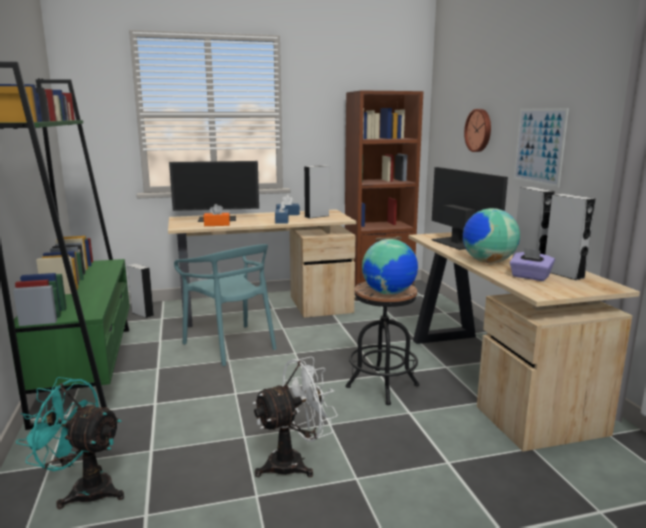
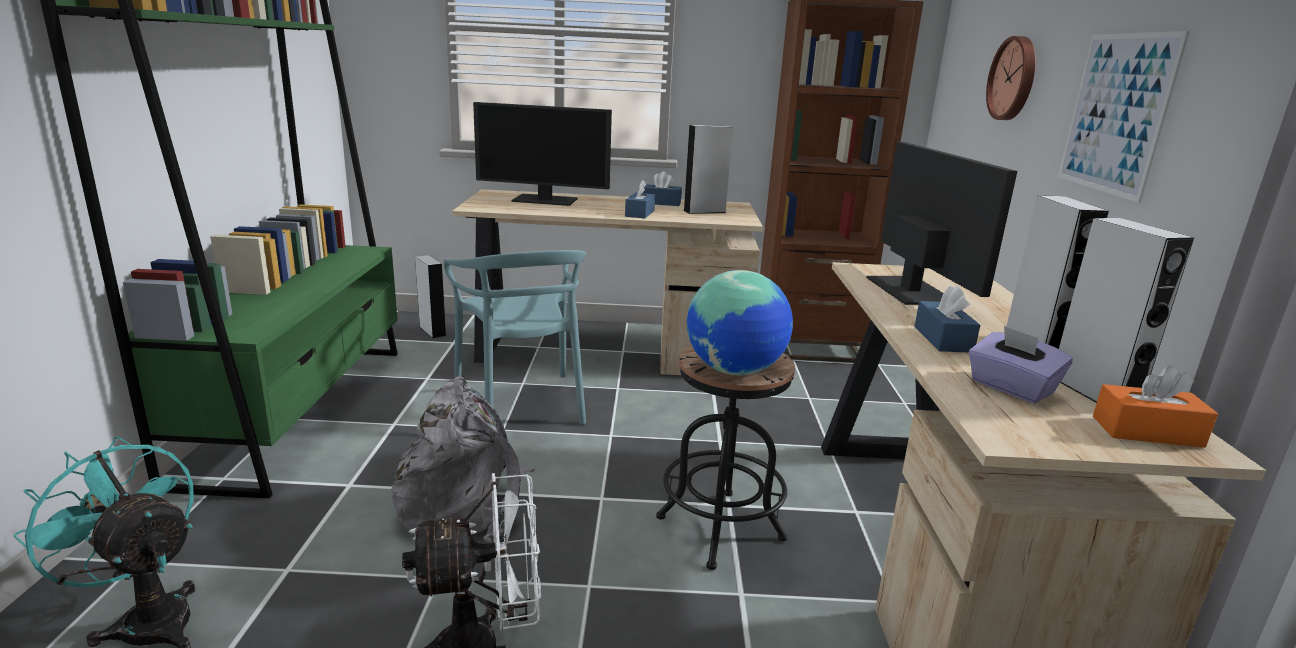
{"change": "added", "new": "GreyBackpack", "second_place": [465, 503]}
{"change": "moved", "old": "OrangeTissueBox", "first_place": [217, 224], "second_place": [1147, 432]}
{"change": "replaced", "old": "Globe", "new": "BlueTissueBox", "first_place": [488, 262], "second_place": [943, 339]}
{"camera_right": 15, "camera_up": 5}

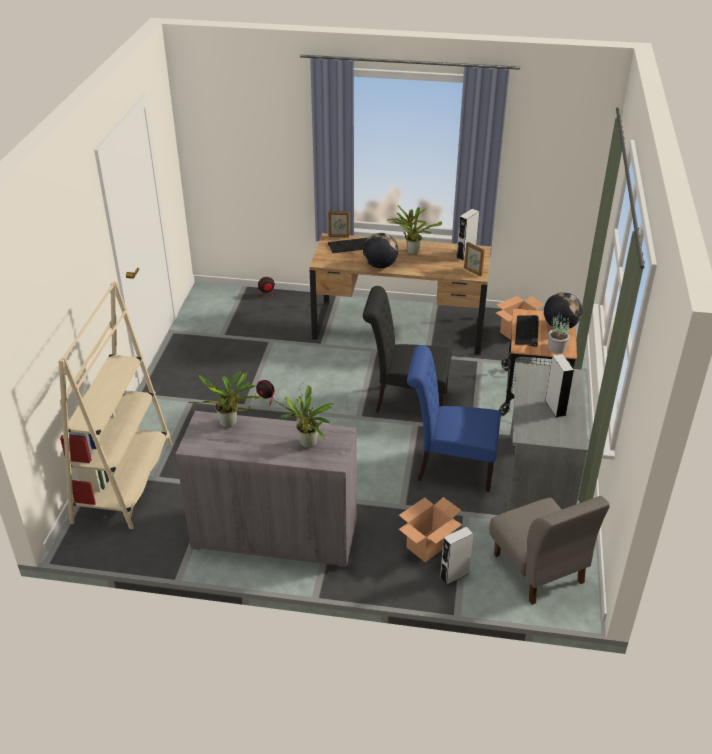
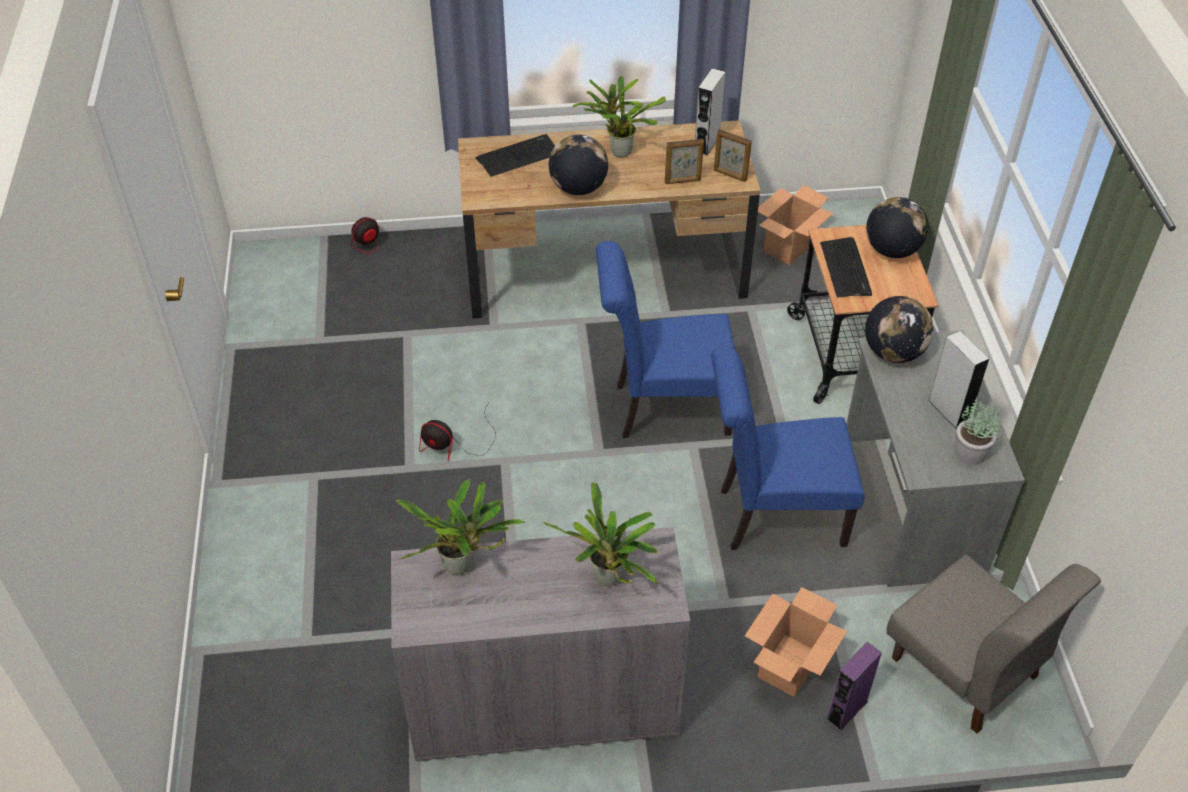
{"change": "removed", "old": "BeigeBookcase", "first_place": [123, 482]}
{"change": "added", "new": "Globe", "second_place": [893, 352]}
{"change": "moved", "old": "PictureFrame", "first_place": [338, 236], "second_place": [683, 181]}
{"change": "moved", "old": "PottedPlant", "first_place": [556, 348], "second_place": [969, 452]}
{"change": "recoloured", "old": "BlackChair", "new": "BlueChair", "first_place": [406, 402], "second_place": [664, 408]}
{"change": "recoloured", "old": "GreySpeaker", "new": "PurpleSpeaker", "first_place": [454, 575], "second_place": [846, 710]}
{"camera_right": -15, "camera_up": 10}

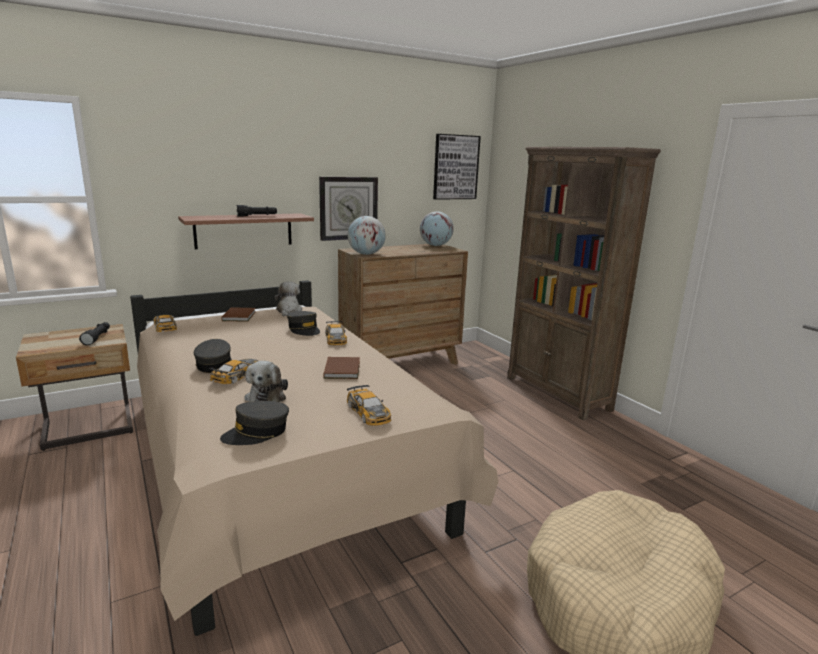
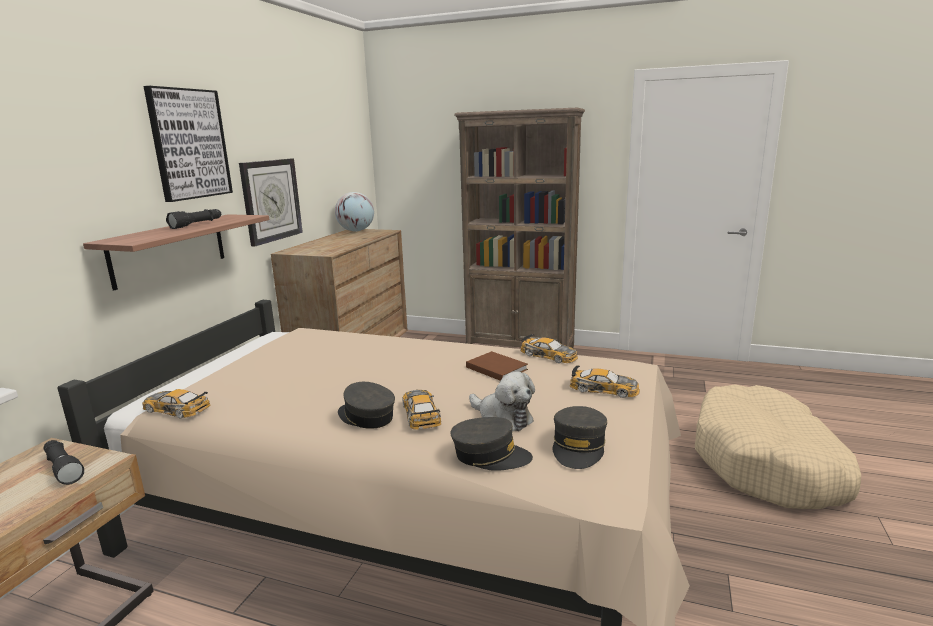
{"change": "removed", "old": "BrownBook", "first_place": [240, 316]}
{"change": "removed", "old": "PlushToy", "first_place": [288, 310]}
{"change": "removed", "old": "Globe", "first_place": [366, 254]}
{"change": "moved", "old": "GreyCap", "first_place": [304, 329], "second_place": [490, 455]}
{"change": "moved", "old": "ToyCar", "first_place": [336, 338], "second_place": [549, 355]}
{"change": "moved", "old": "Picture", "first_place": [455, 167], "second_place": [189, 144]}
{"camera_right": -40, "camera_up": 0}

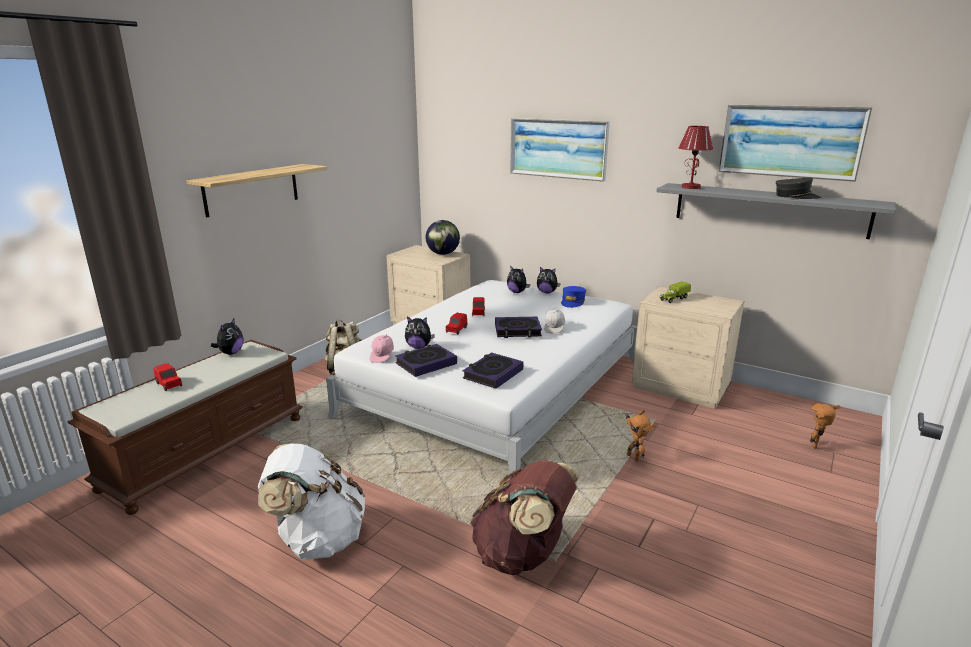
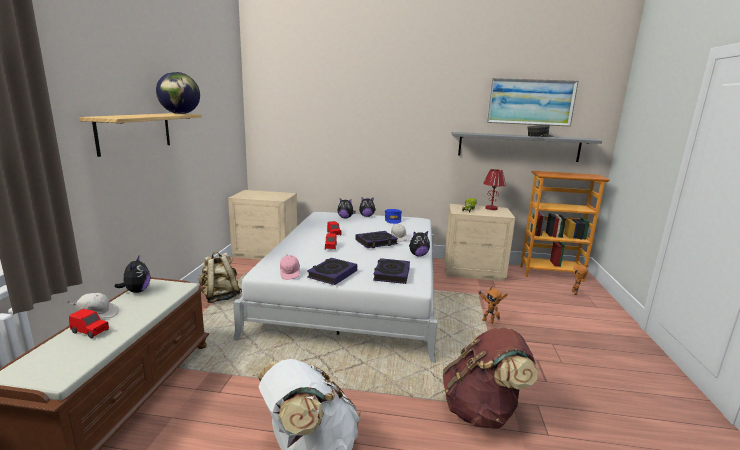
{"change": "removed", "old": "Picture", "first_place": [558, 148]}
{"change": "added", "new": "WhiteCap", "second_place": [98, 314]}
{"change": "added", "new": "Bookcase", "second_place": [551, 273]}
{"change": "moved", "old": "PlushToy", "first_place": [418, 347], "second_place": [418, 255]}
{"change": "moved", "old": "Globe", "first_place": [443, 254], "second_place": [180, 114]}
{"change": "moved", "old": "RedTableLamp", "first_place": [691, 187], "second_place": [491, 208]}
{"camera_right": -25, "camera_up": -5}

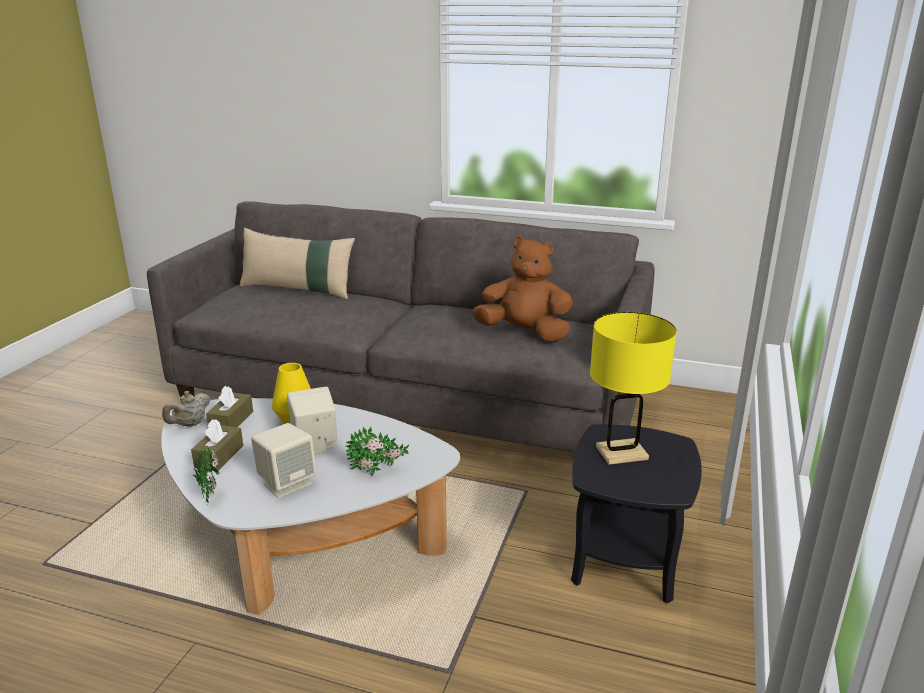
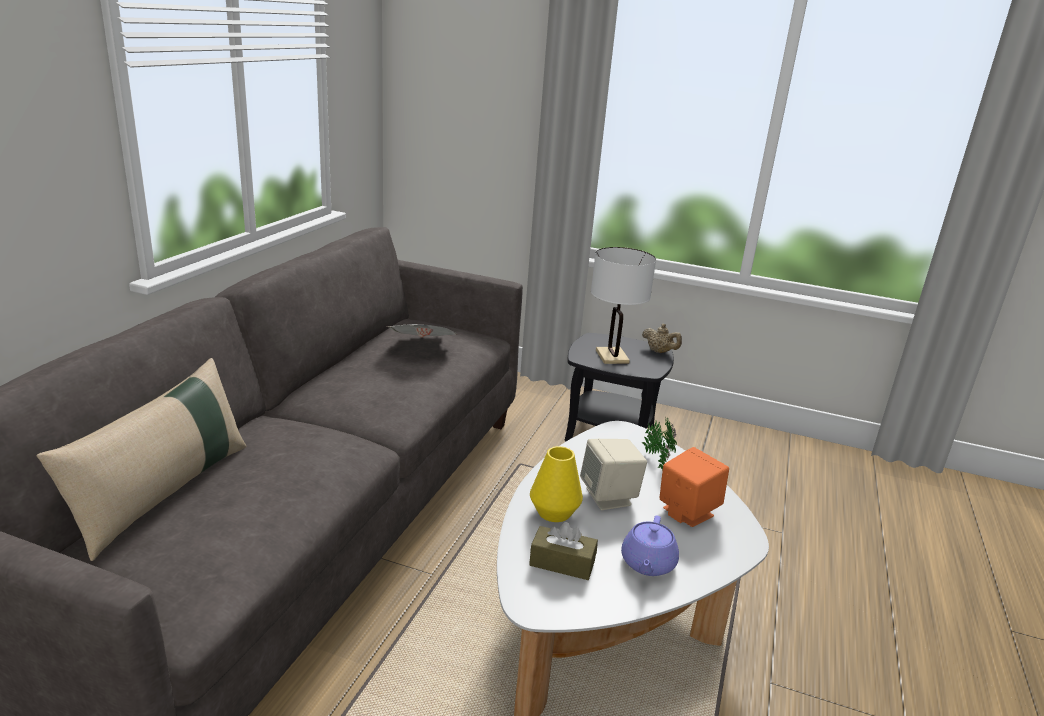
{"change": "removed", "old": "PottedPlant", "first_place": [208, 492]}
{"change": "moved", "old": "BeigeTeapot", "first_place": [190, 424], "second_place": [659, 352]}
{"change": "replaced", "old": "BrownTissueBox", "new": "PurpleTeapot", "first_place": [219, 456], "second_place": [647, 564]}
{"change": "replaced", "old": "BrownPlushToy", "new": "Newspaper", "first_place": [524, 333], "second_place": [422, 348]}
{"change": "recoloured", "old": "BeigeSpeaker", "new": "OrangeSpeaker", "first_place": [287, 483], "second_place": [687, 512]}
{"change": "recoloured", "old": "YellowTableLamp", "new": "WhiteTableLamp", "first_place": [621, 453], "second_place": [612, 356]}
{"camera_right": -90, "camera_up": 0}

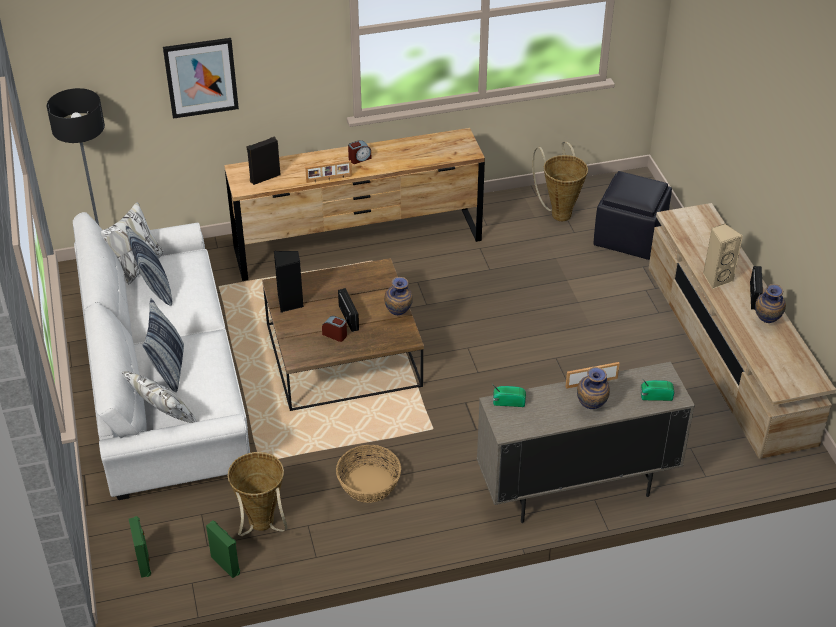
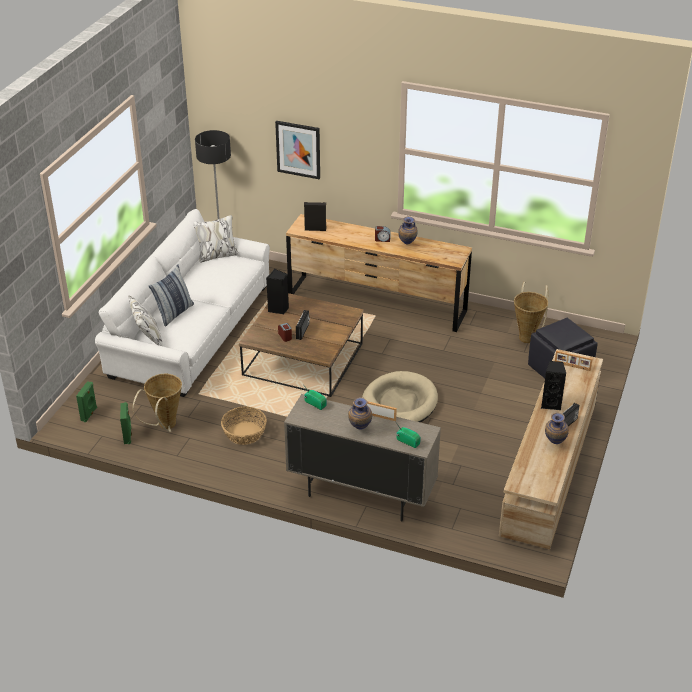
{"change": "removed", "old": "Pillow", "first_place": [154, 288]}
{"change": "added", "new": "BeigeDogBed", "second_place": [399, 403]}
{"change": "moved", "old": "PictureFrame", "first_place": [329, 179], "second_place": [572, 366]}
{"change": "moved", "old": "Vase", "first_place": [398, 315], "second_place": [407, 245]}
{"change": "recoloured", "old": "BeigeSpeaker", "new": "BlackSpeaker", "first_place": [716, 278], "second_place": [551, 404]}
{"camera_right": 35, "camera_up": -5}

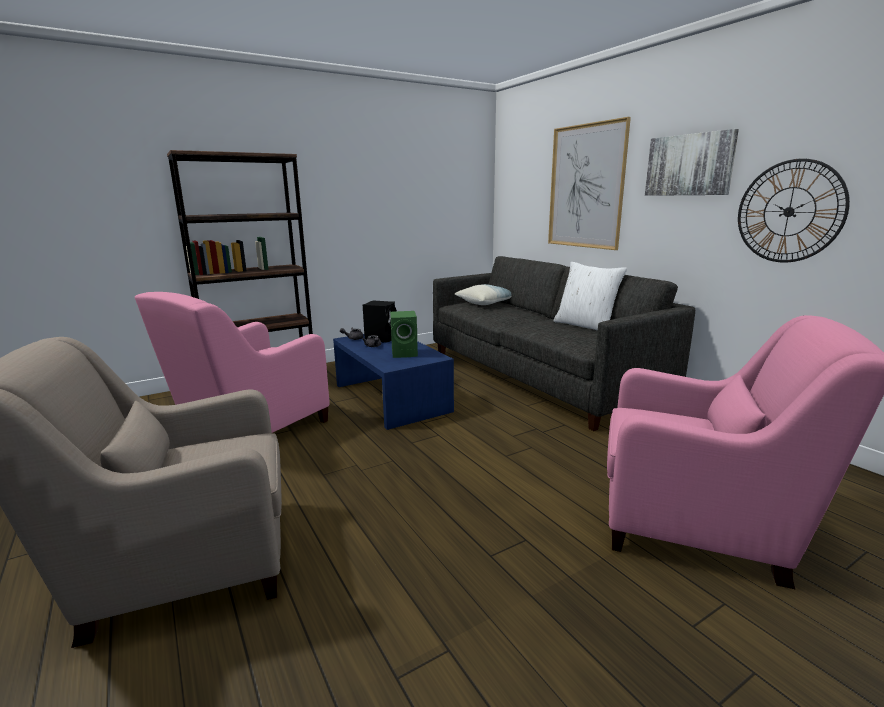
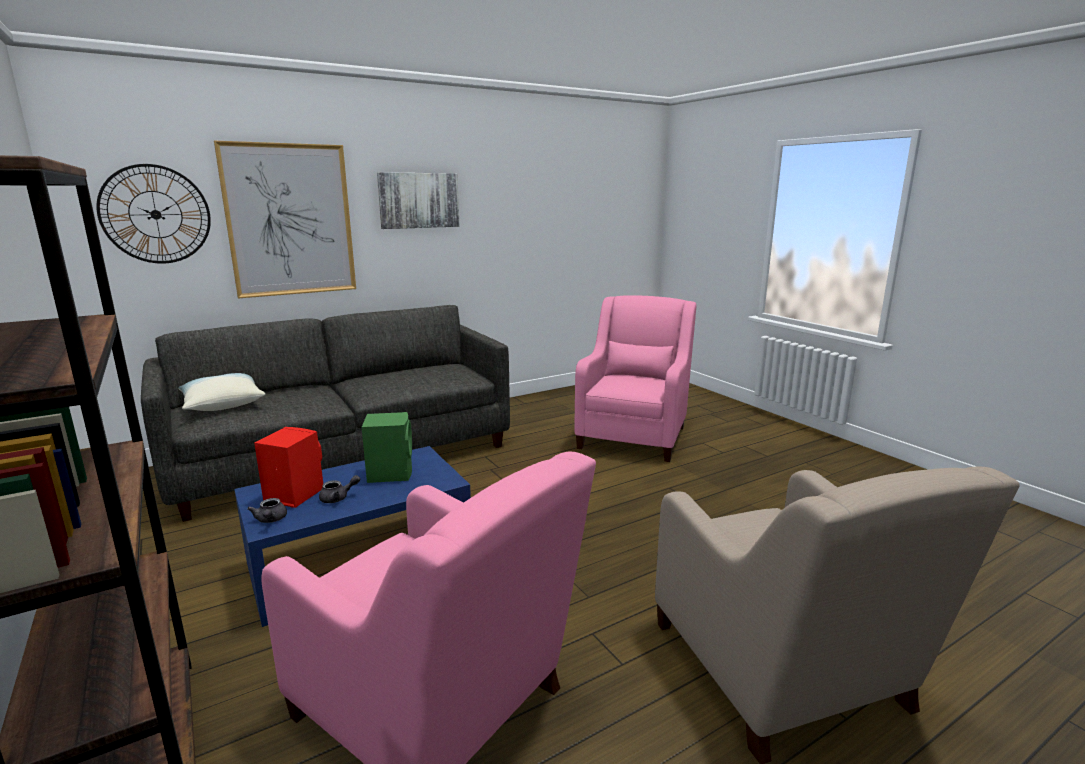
{"change": "removed", "old": "WhitePillow", "first_place": [586, 326]}
{"change": "moved", "old": "WallClock", "first_place": [789, 211], "second_place": [155, 214]}
{"change": "recoloured", "old": "BlackSpeaker", "new": "RedSpeaker", "first_place": [381, 338], "second_place": [293, 494]}
{"camera_right": -90, "camera_up": 0}

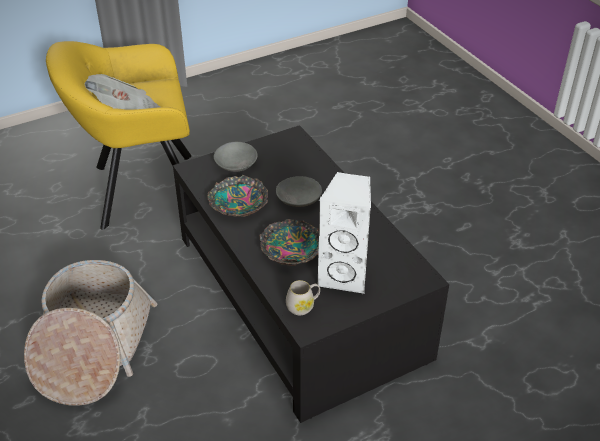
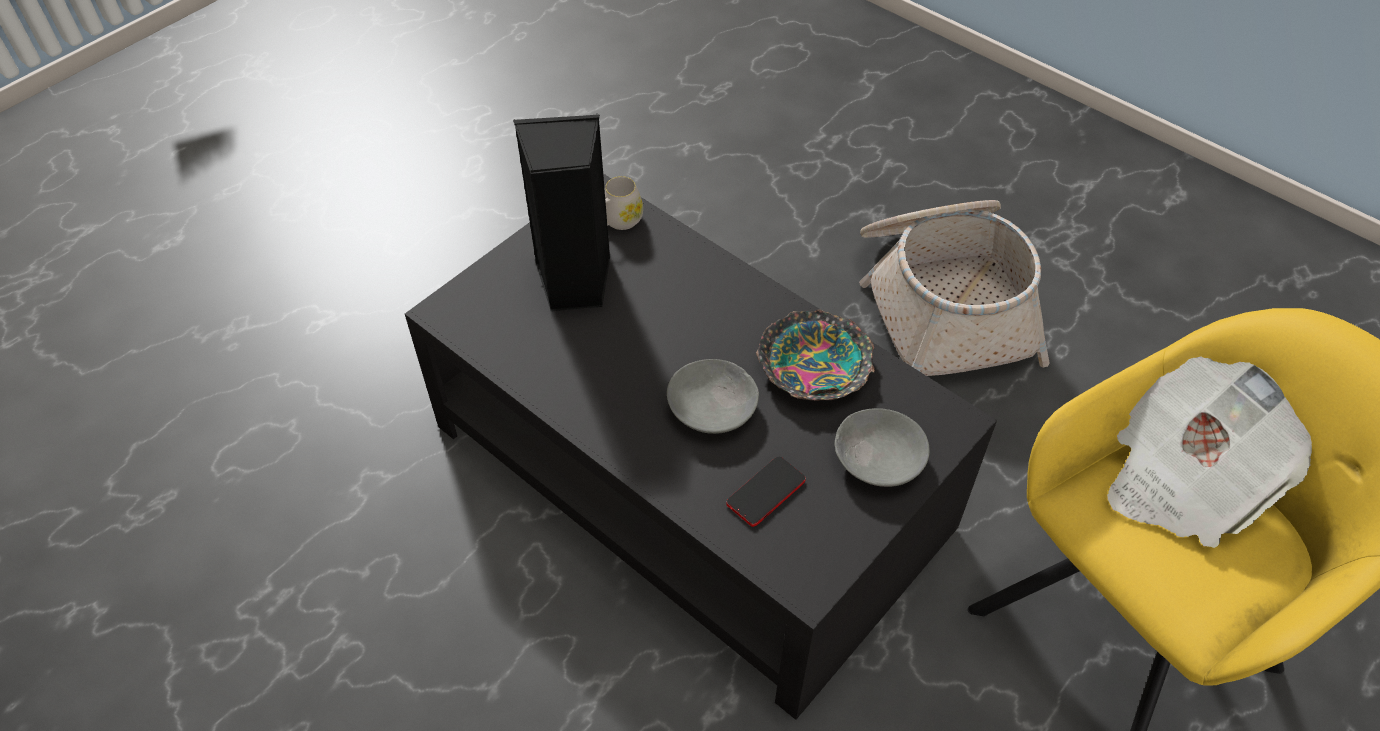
{"change": "removed", "old": "Bowl", "first_place": [292, 250]}
{"change": "added", "new": "Phone", "second_place": [766, 492]}
{"change": "recoloured", "old": "WhiteSpeaker", "new": "BlackSpeaker", "first_place": [345, 275], "second_place": [573, 282]}
{"camera_right": 160, "camera_up": 10}

